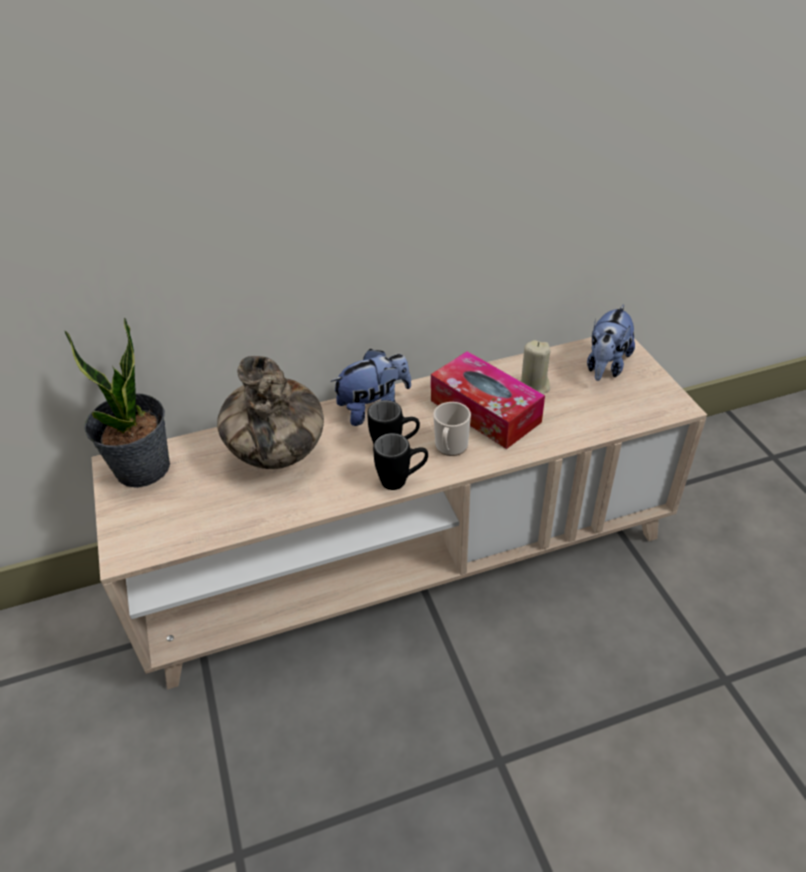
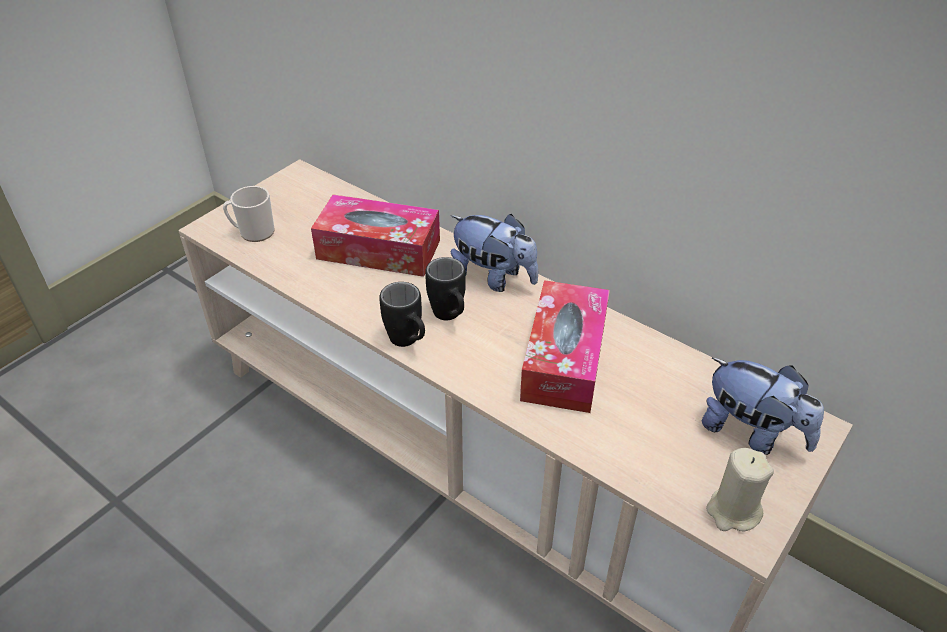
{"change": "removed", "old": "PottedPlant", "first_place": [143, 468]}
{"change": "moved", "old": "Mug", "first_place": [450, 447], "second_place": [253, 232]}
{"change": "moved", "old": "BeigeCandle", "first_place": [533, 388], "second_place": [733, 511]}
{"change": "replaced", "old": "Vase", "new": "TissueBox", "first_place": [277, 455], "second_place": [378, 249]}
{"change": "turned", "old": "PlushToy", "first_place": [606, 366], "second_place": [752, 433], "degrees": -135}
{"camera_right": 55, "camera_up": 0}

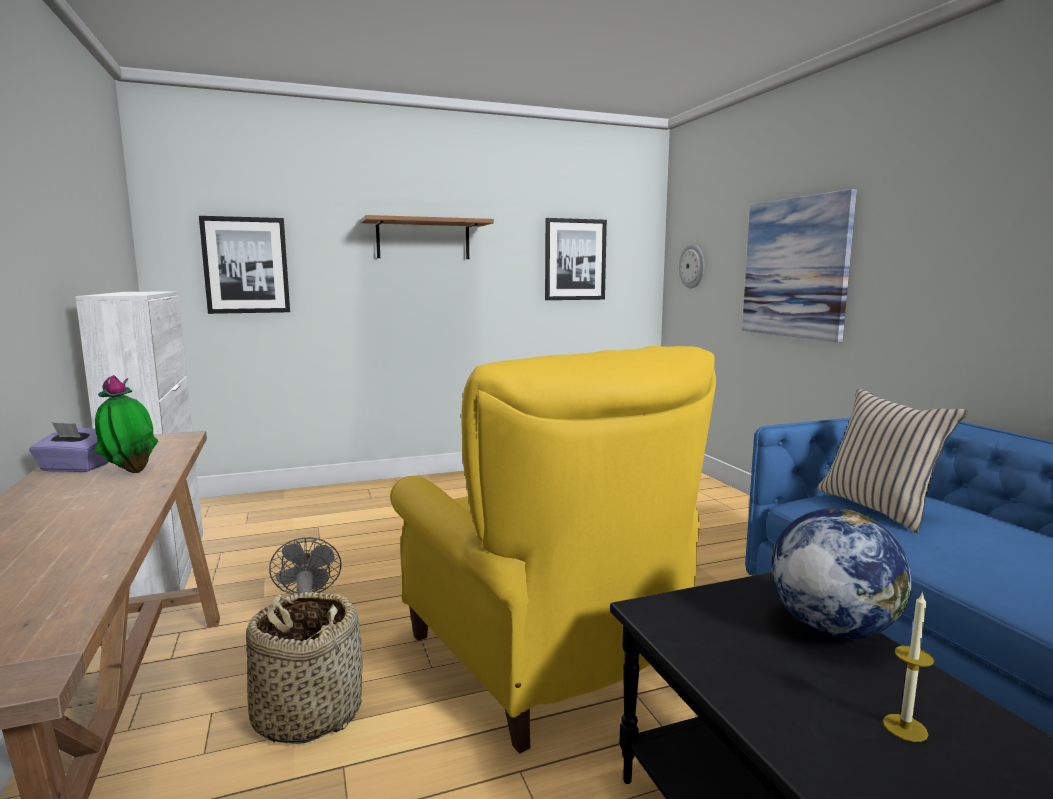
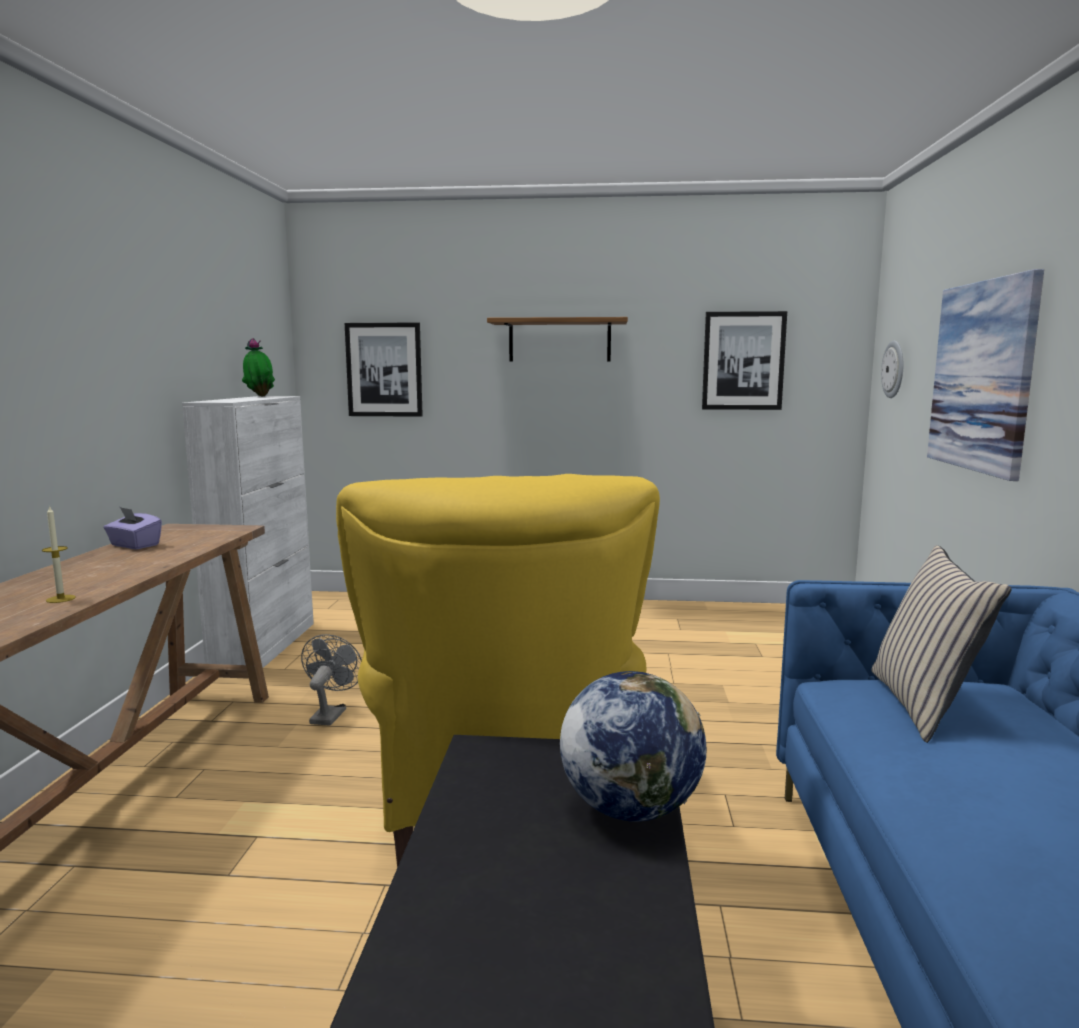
{"change": "removed", "old": "Basket", "first_place": [307, 713]}
{"change": "moved", "old": "PottedPlant", "first_place": [130, 472], "second_place": [260, 396]}
{"change": "moved", "old": "Candle", "first_place": [905, 728], "second_place": [61, 599]}
{"camera_right": 25, "camera_up": 0}

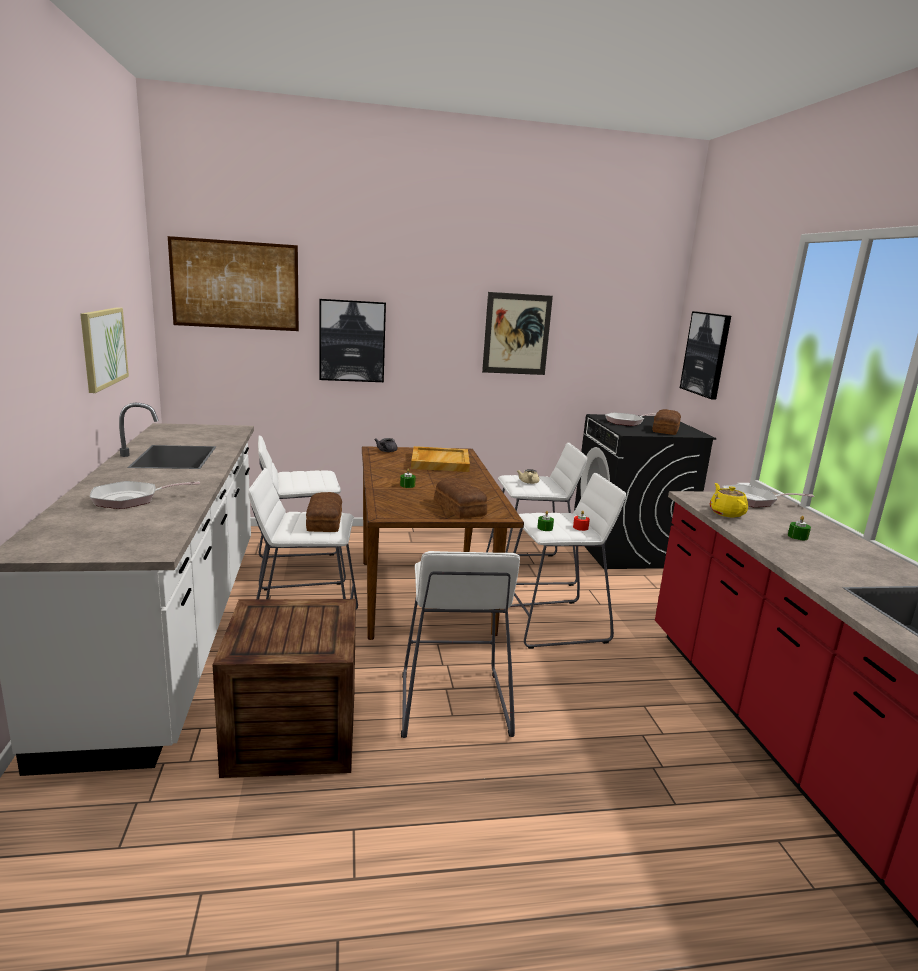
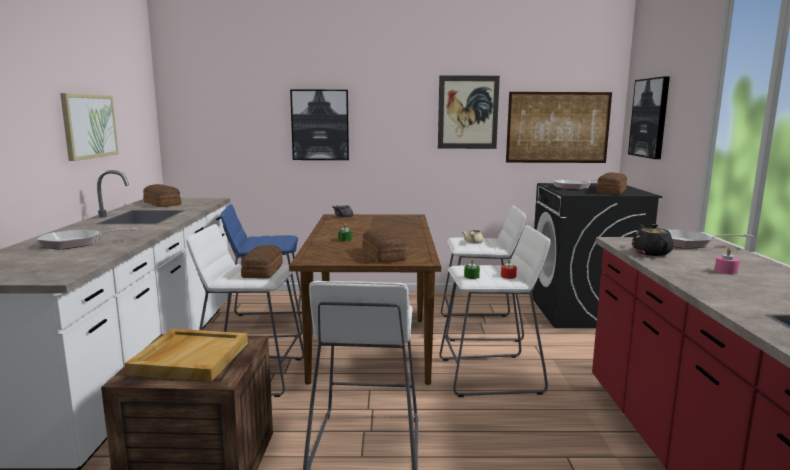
{"change": "added", "new": "Bread", "second_place": [162, 203]}
{"change": "moved", "old": "Picture", "first_place": [235, 285], "second_place": [557, 127]}
{"change": "moved", "old": "BeigeTray", "first_place": [439, 462], "second_place": [190, 358]}
{"change": "recoloured", "old": "WhiteStool", "new": "BlueStool", "first_place": [300, 571], "second_place": [266, 326]}
{"change": "recoloured", "old": "YellowTeapot", "new": "BlackTeapot", "first_place": [726, 513], "second_place": [650, 253]}
{"change": "recoloured", "old": "GreenCandle", "new": "PinkCandle", "first_place": [797, 536], "second_place": [726, 271]}
{"camera_right": 10, "camera_up": -5}

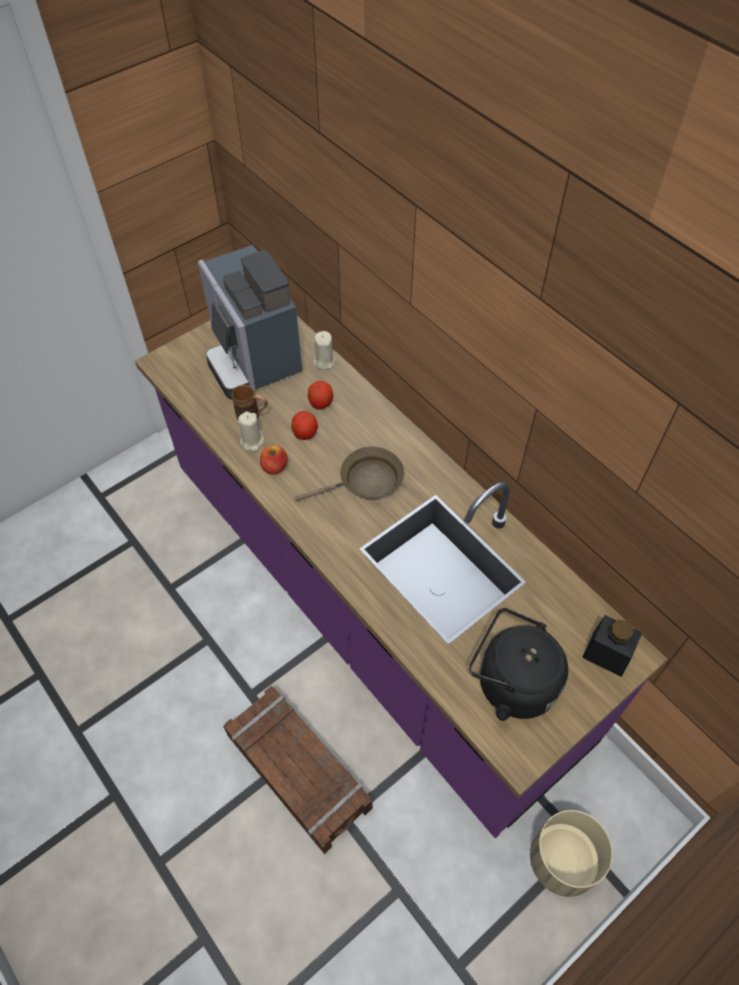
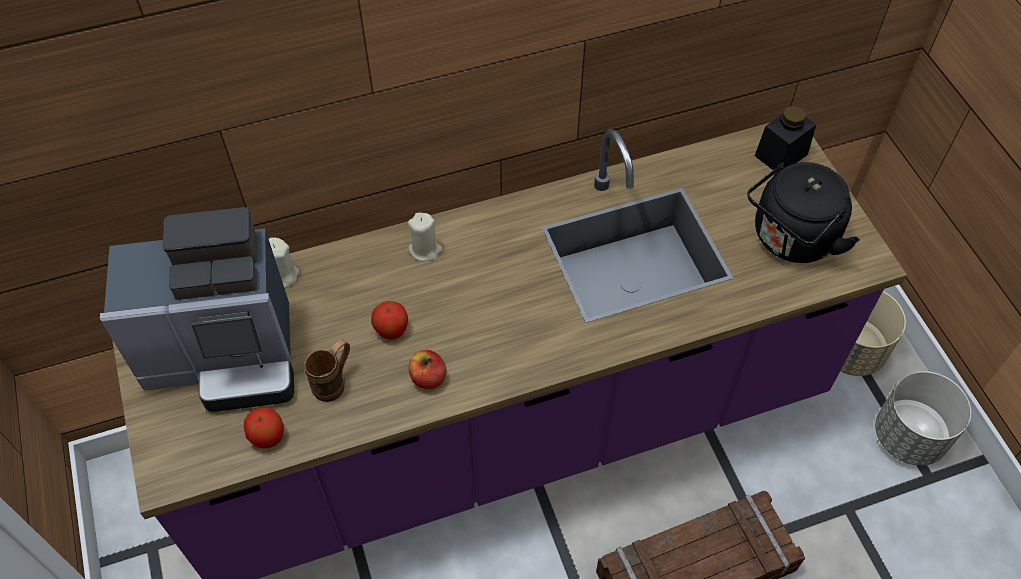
{"change": "removed", "old": "BrownFryingPan", "first_place": [366, 482]}
{"change": "added", "new": "GreyPlanter", "second_place": [909, 436]}
{"change": "moved", "old": "BeigeCandle", "first_place": [252, 441], "second_place": [425, 249]}
{"change": "moved", "old": "Apple", "first_place": [320, 403], "second_place": [267, 436]}
{"camera_right": -70, "camera_up": 0}

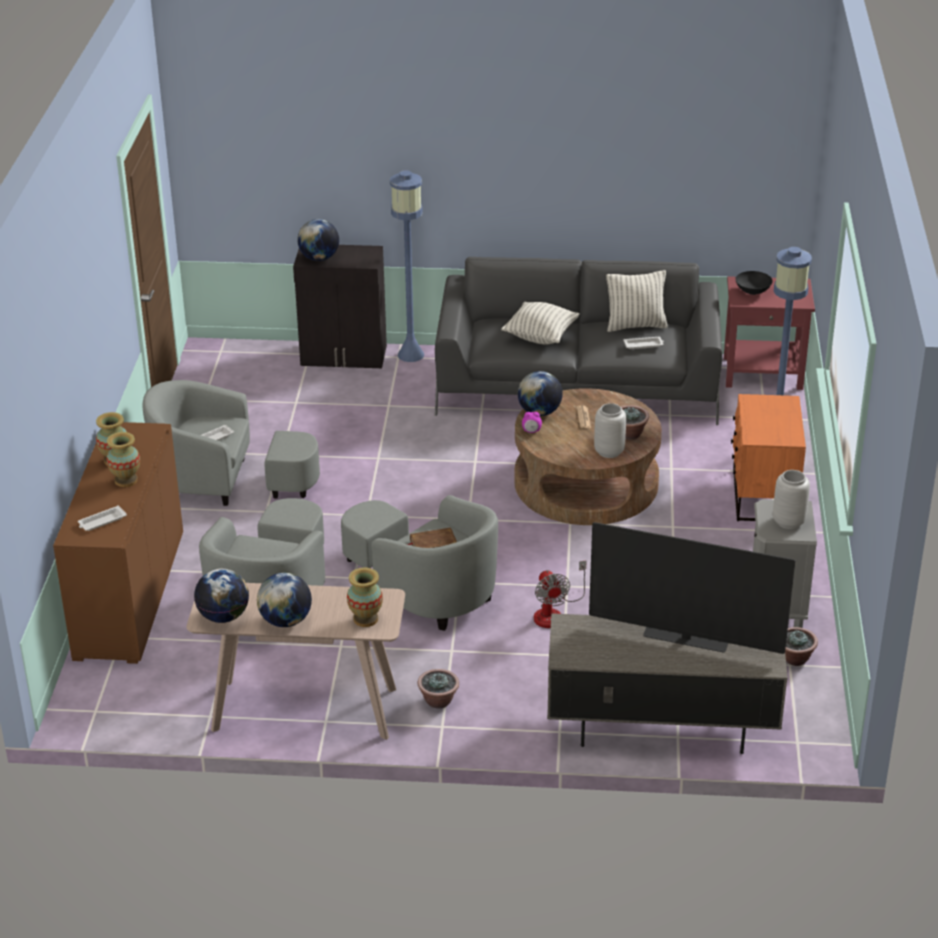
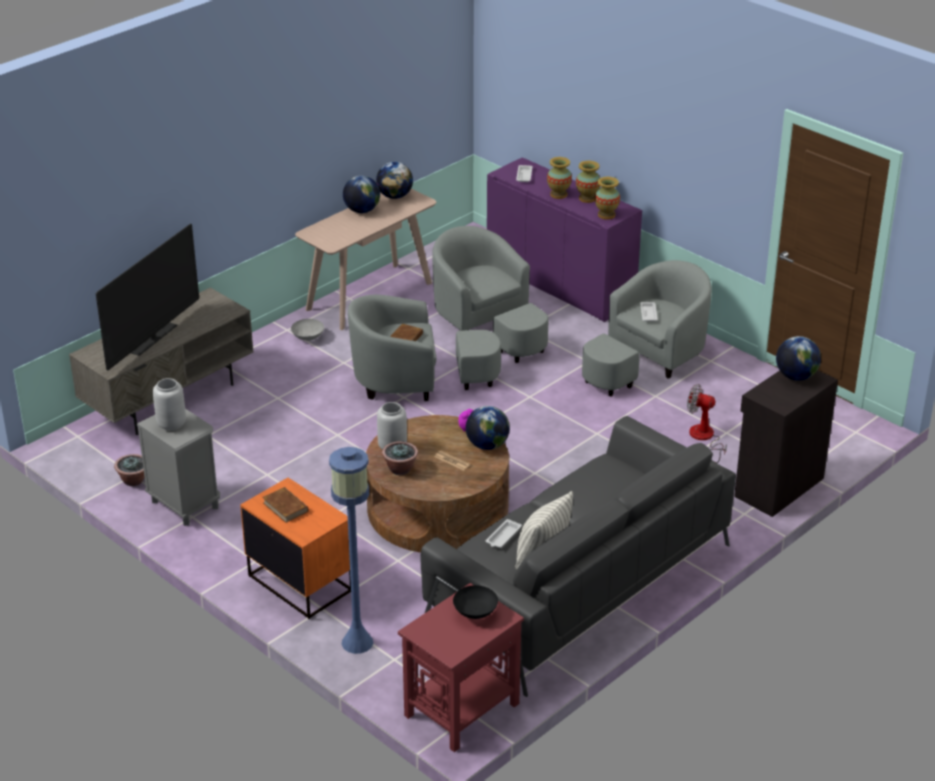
{"change": "removed", "old": "BlueFloorLamp", "first_place": [411, 354]}
{"change": "removed", "old": "Pillow", "first_place": [540, 336]}
{"change": "added", "new": "BrownBook", "second_place": [285, 507]}
{"change": "moved", "old": "Vase", "first_place": [366, 619], "second_place": [606, 215]}
{"change": "moved", "old": "Fan", "first_place": [554, 613], "second_place": [704, 438]}
{"change": "replaced", "old": "PottedPlant", "new": "GreyBowl", "first_place": [438, 701], "second_place": [308, 338]}
{"change": "recoloured", "old": "BrownCabinet", "new": "PurpleCabinet", "first_place": [130, 594], "second_place": [560, 284]}
{"change": "turned", "old": "Television", "first_place": [685, 640], "second_place": [153, 339], "degrees": 150}
{"camera_right": 130, "camera_up": 0}

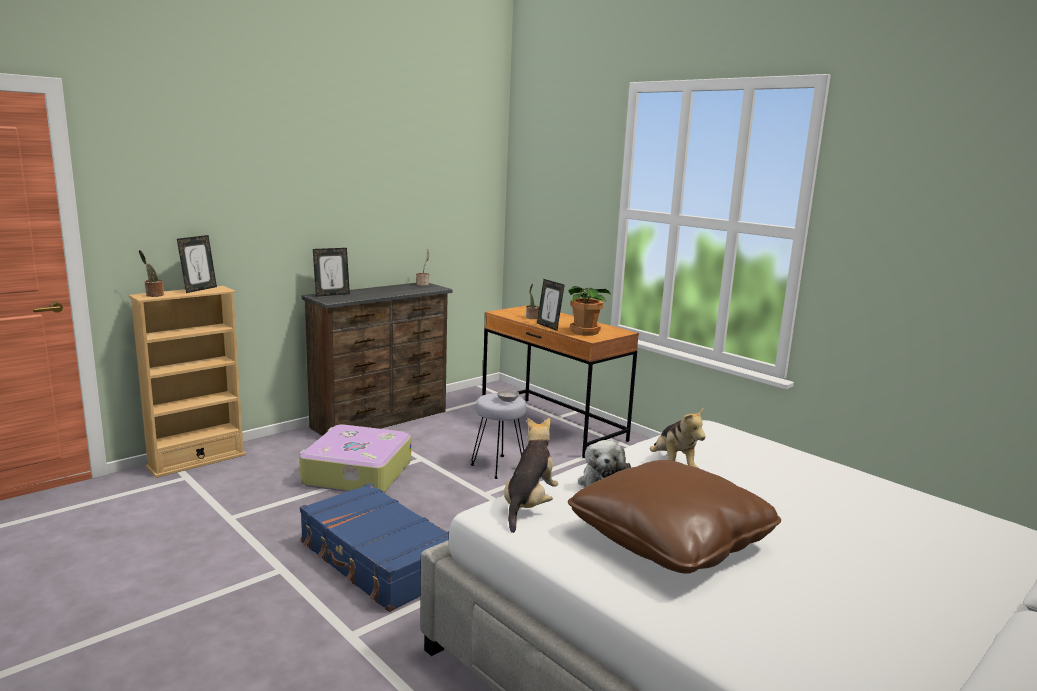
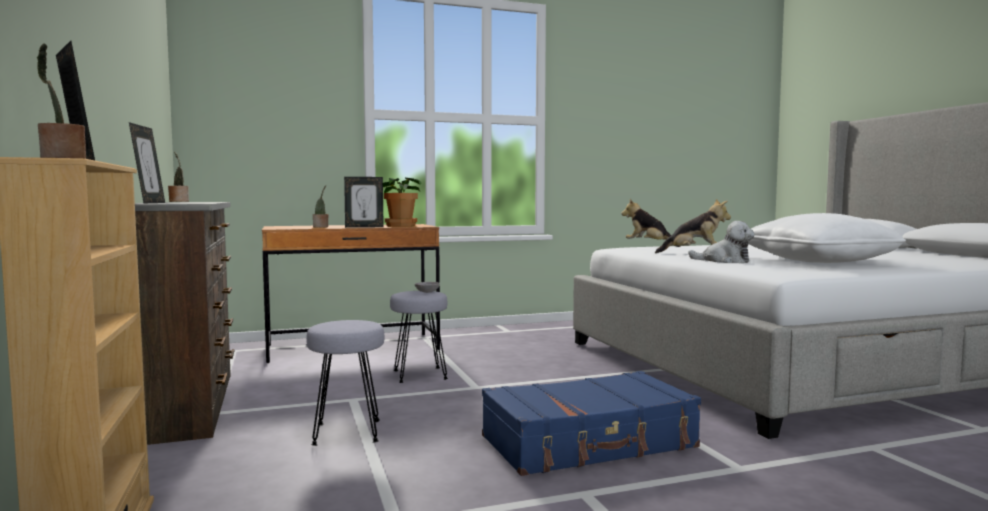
{"change": "moved", "old": "PlushToy", "first_place": [529, 505], "second_place": [649, 245]}
{"change": "replaced", "old": "Suitcase", "new": "GreyStool", "first_place": [356, 473], "second_place": [348, 433]}
{"change": "recoloured", "old": "BrownPillow", "new": "WhitePillow", "first_place": [670, 540], "second_place": [819, 261]}
{"camera_right": -65, "camera_up": -10}

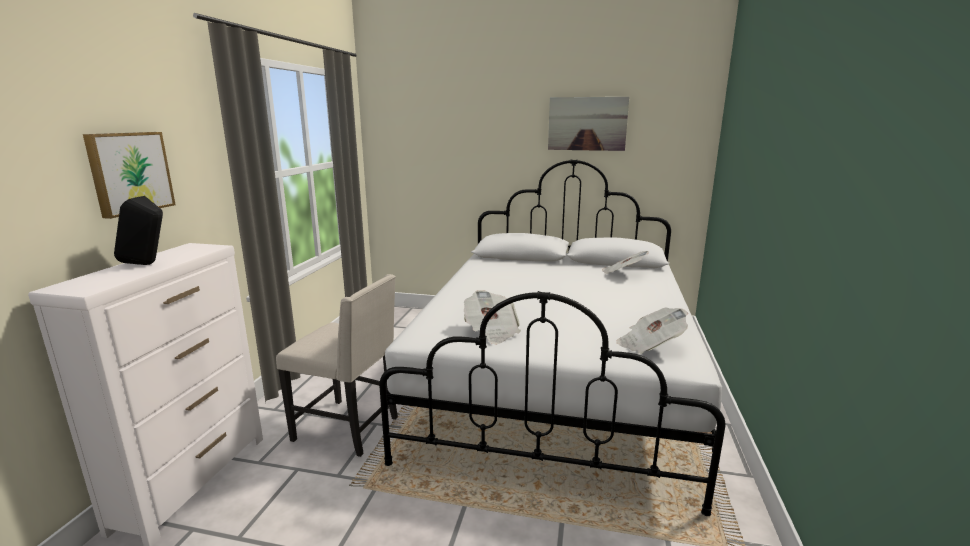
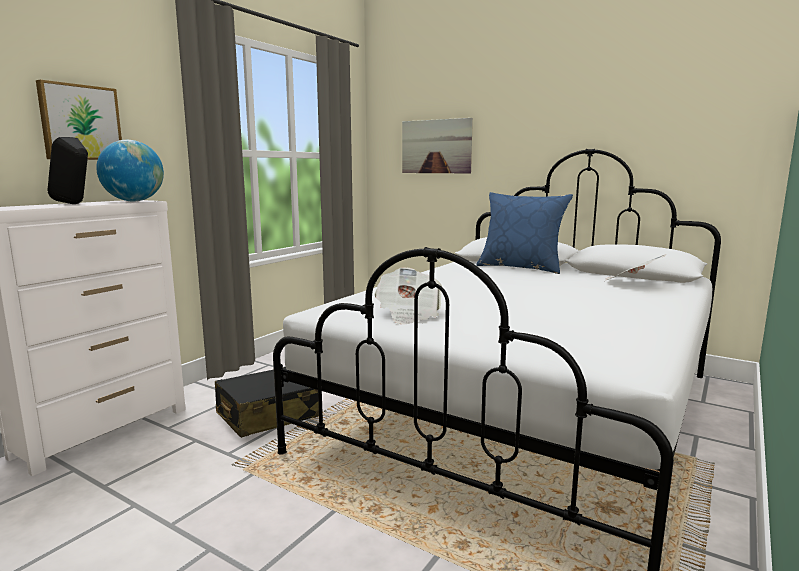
{"change": "removed", "old": "Newspaper", "first_place": [650, 345]}
{"change": "added", "new": "Globe", "second_place": [134, 201]}
{"change": "added", "new": "BluePillow", "second_place": [521, 267]}
{"change": "moved", "old": "Picture", "first_place": [587, 124], "second_place": [436, 146]}
{"change": "replaced", "old": "BeigeChair", "new": "BlackSuitcase", "first_place": [349, 428], "second_place": [268, 415]}
{"camera_right": 20, "camera_up": -5}

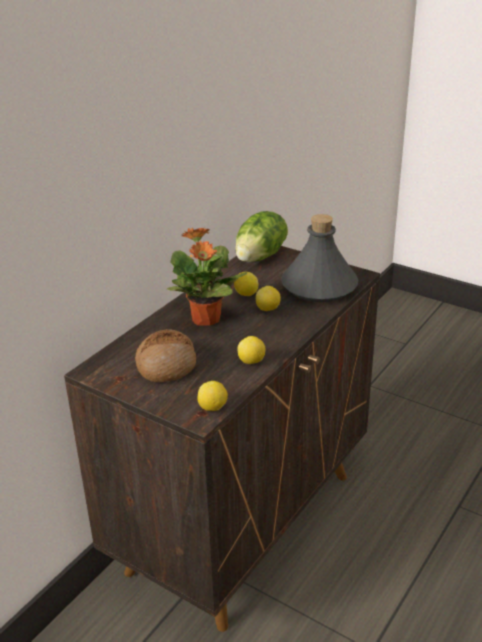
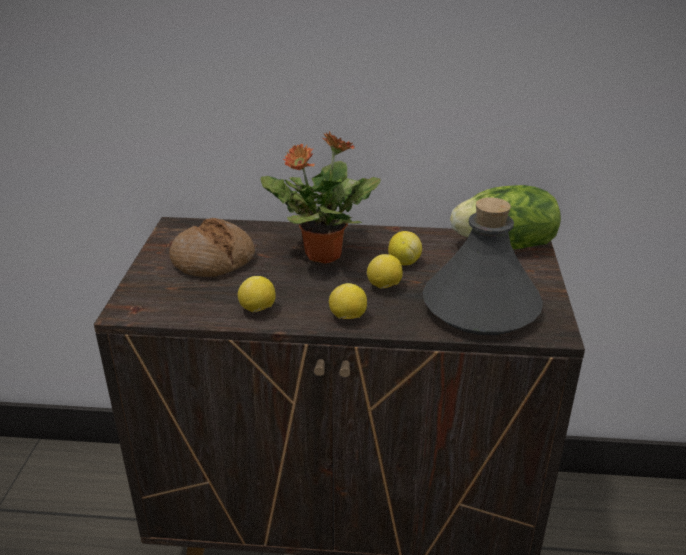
{"change": "moved", "old": "Lemon", "first_place": [213, 408], "second_place": [347, 317]}
{"camera_right": 60, "camera_up": 0}

